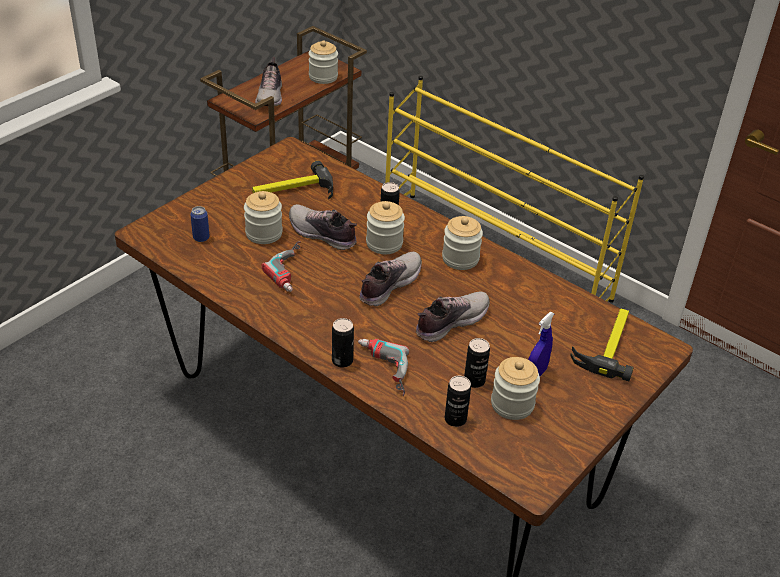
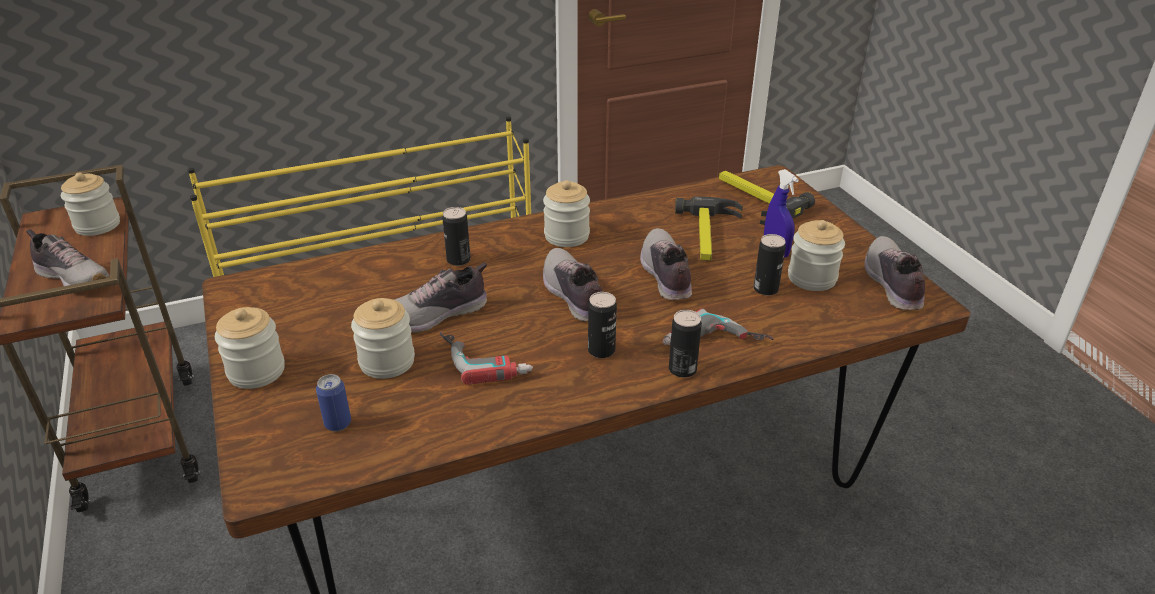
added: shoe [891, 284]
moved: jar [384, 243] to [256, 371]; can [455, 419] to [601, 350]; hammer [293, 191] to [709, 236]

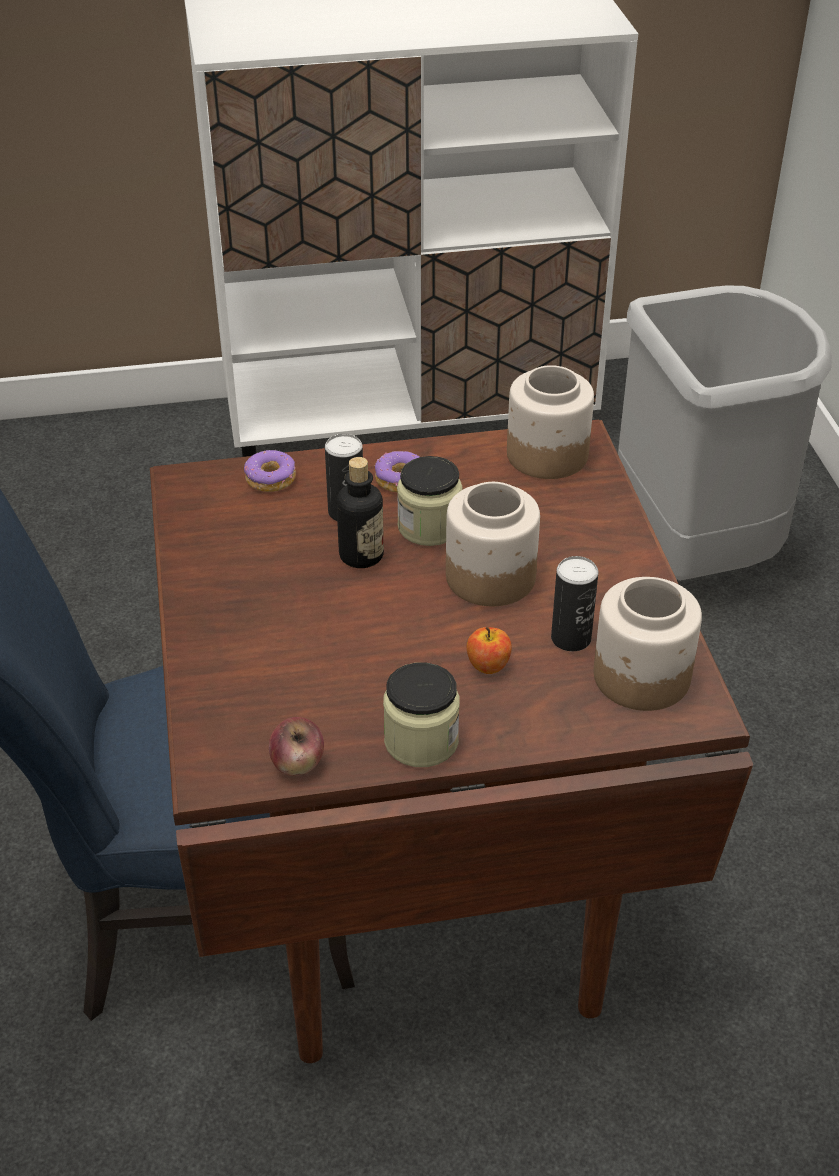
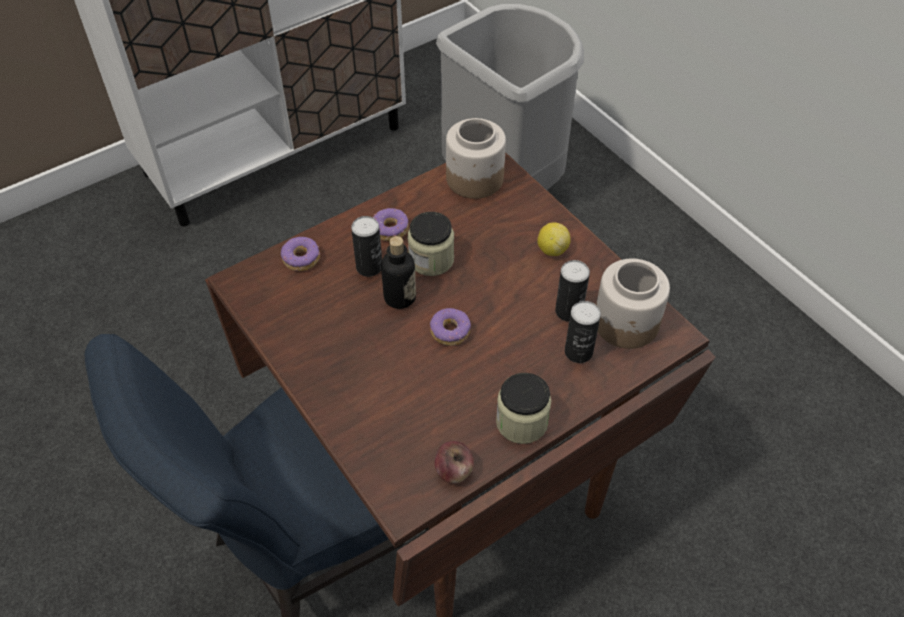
removed: jar [489, 577]; apple [488, 665]
added: donut [450, 331]; lemon [552, 249]; can [578, 352]

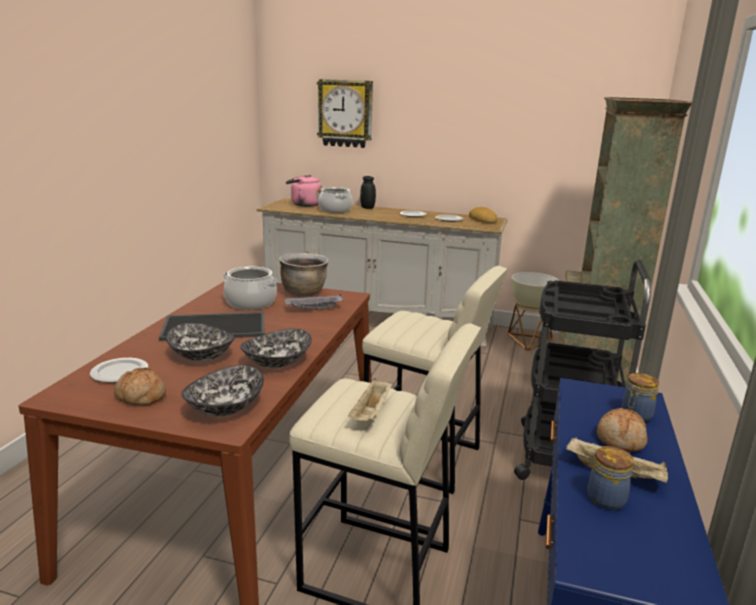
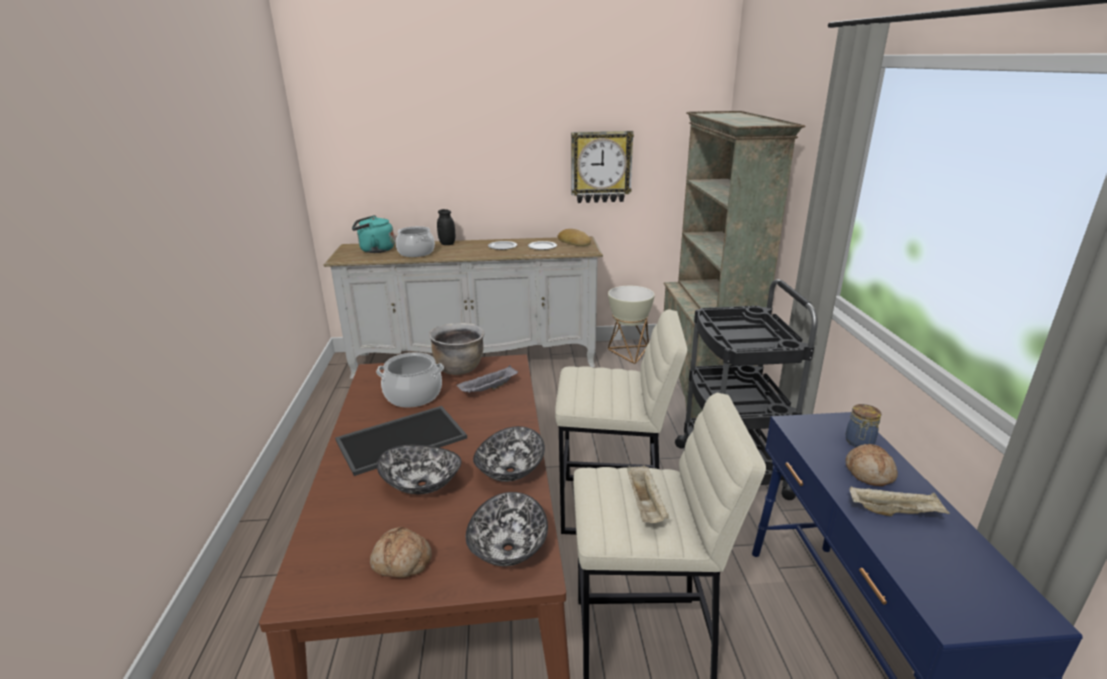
removed: plate [120, 372]; jar [606, 498]
moved: wall clock [345, 113] to [601, 167]
recoloured: pink kettle [304, 205] to turquoise kettle [375, 250]

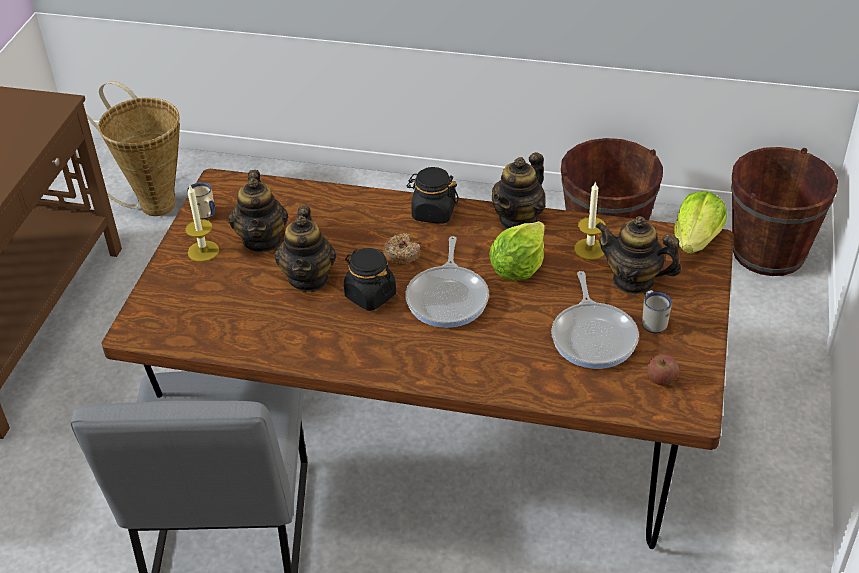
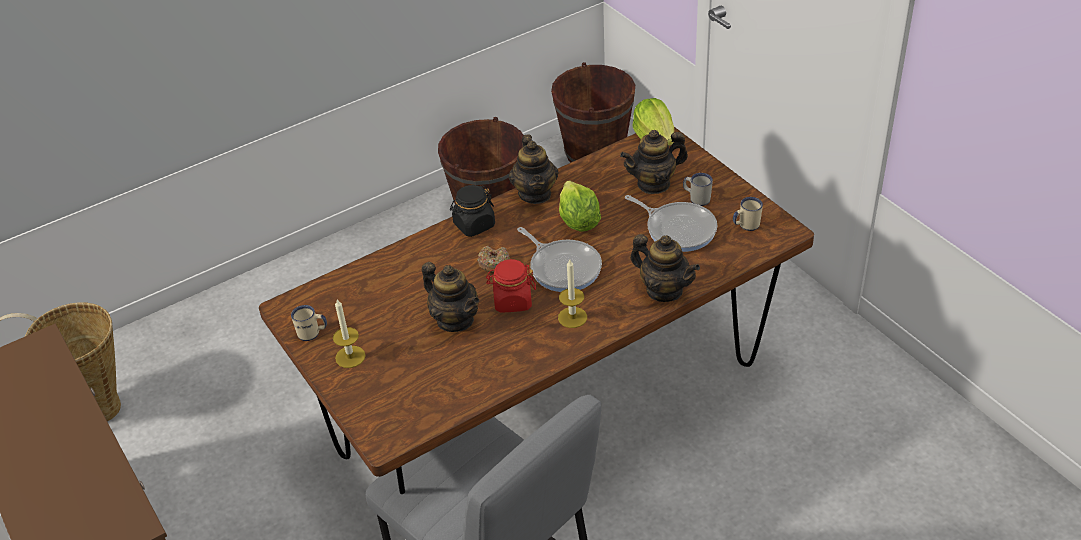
moved: candle [589, 249] to [572, 317]; teapot [262, 240] to [664, 290]
replaced: apple [661, 379] to beige mug [745, 225]
recoloured: black jar [370, 295] to red jar [512, 301]

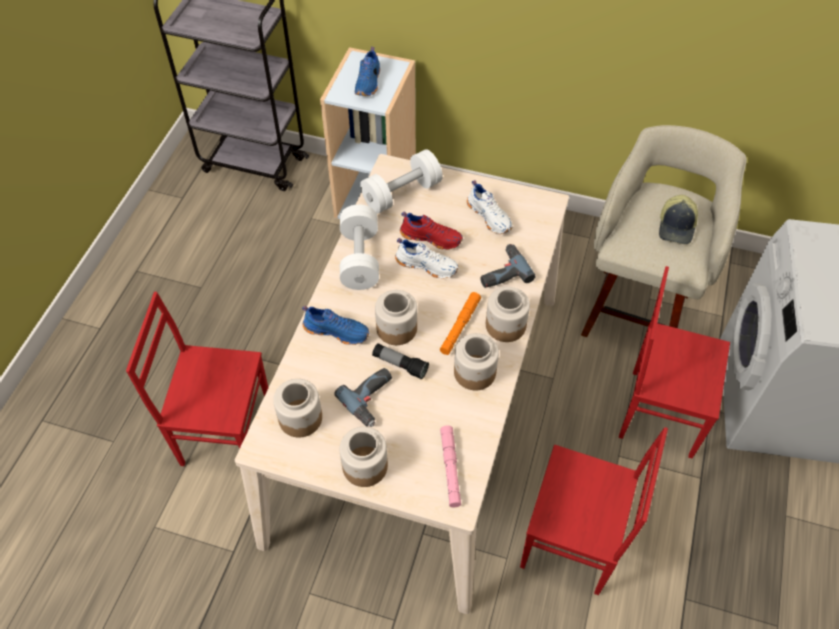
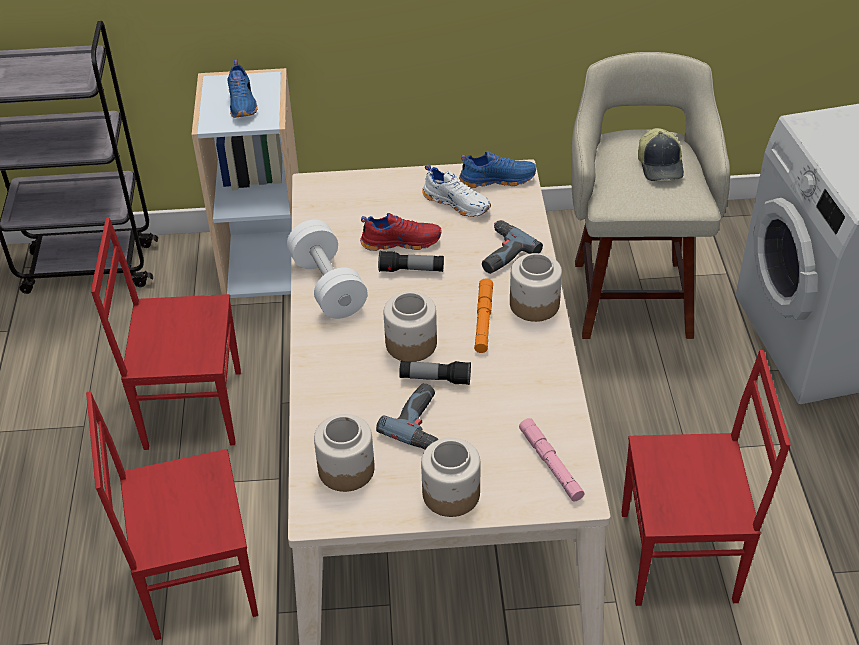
removed: white dumbbell [402, 193]; jar [474, 373]
moved: red chair [660, 411] to [191, 408]; blue shoe [337, 330] to [497, 179]
replaced: white shoe [427, 265] to flashlight [411, 270]

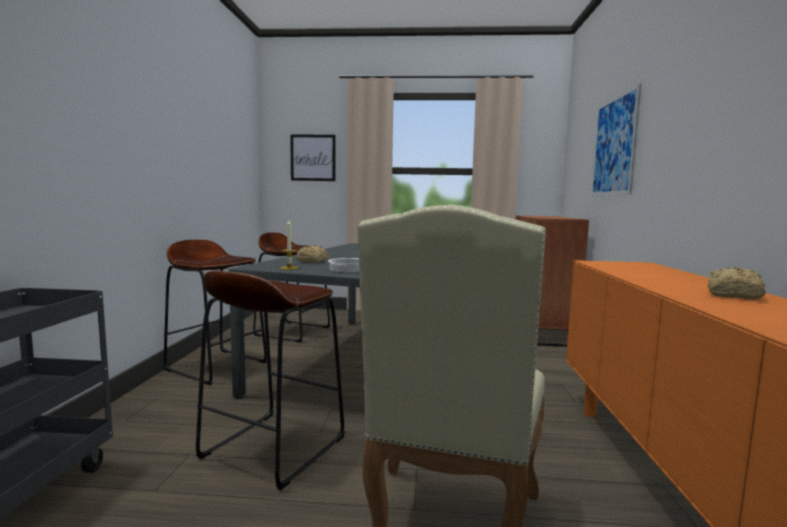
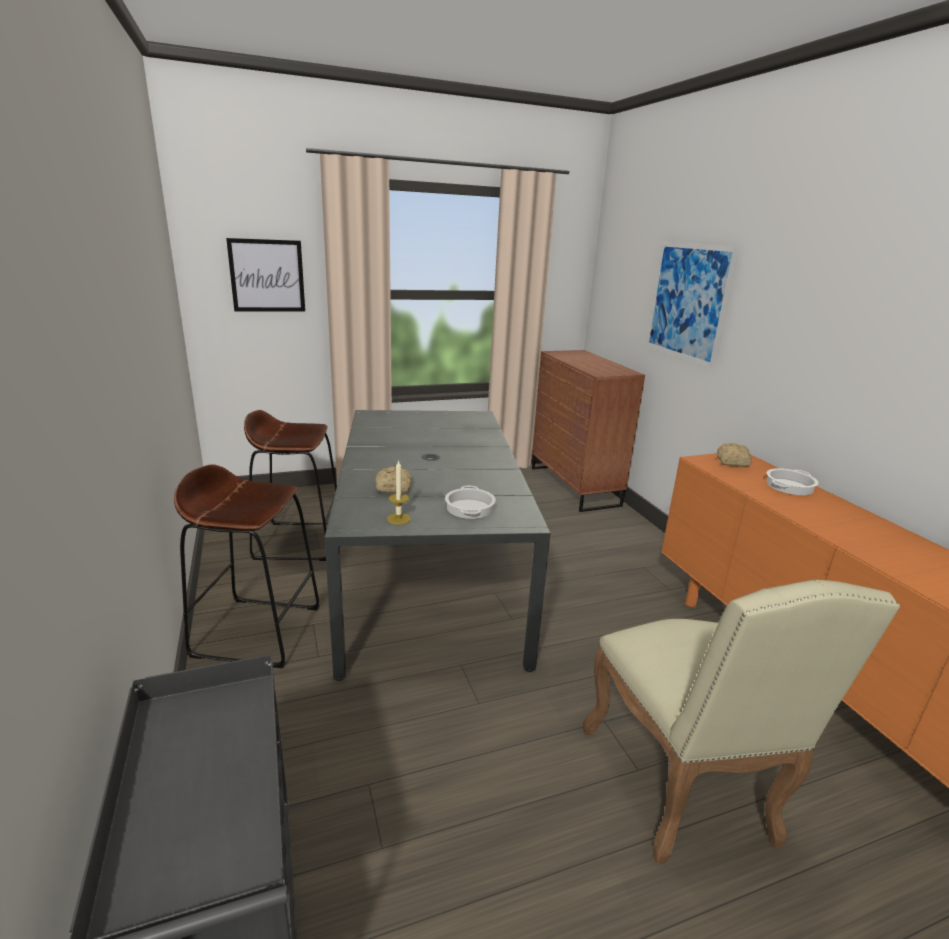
removed: brown stool [273, 447]
added: cooking pot [789, 486]
moved: bread [733, 296] to [732, 462]

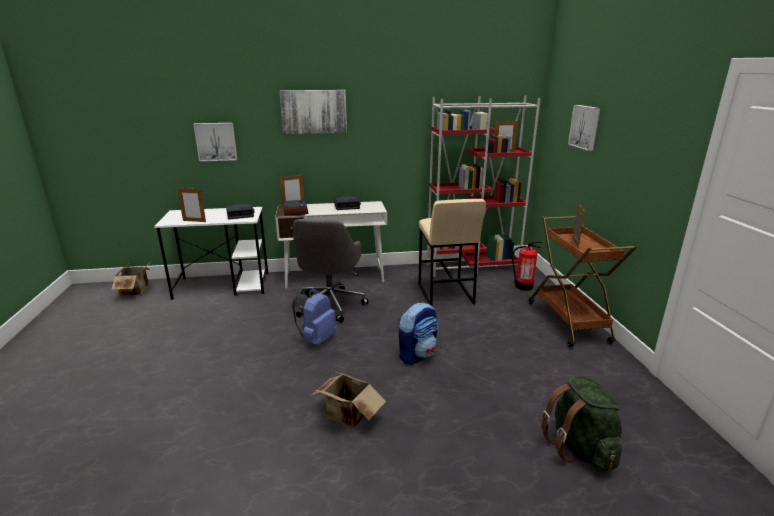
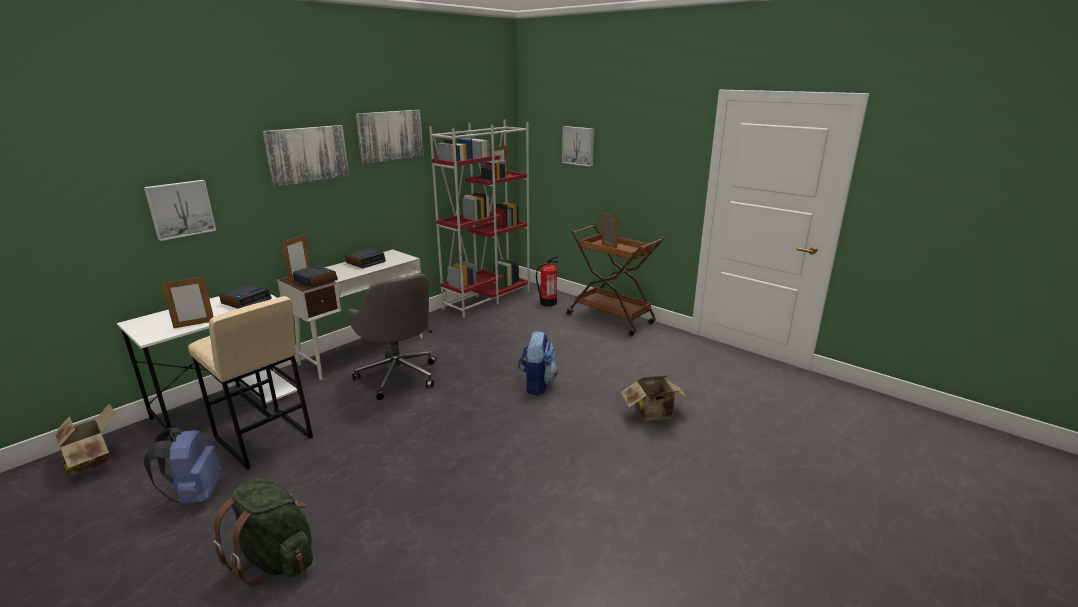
added: picture [390, 135]
moved: blue backpack [316, 339] to [195, 495]; beige stool [446, 295] to [264, 438]; green backpack [579, 448] to [276, 559]; cardboard box [347, 417] to [655, 415]

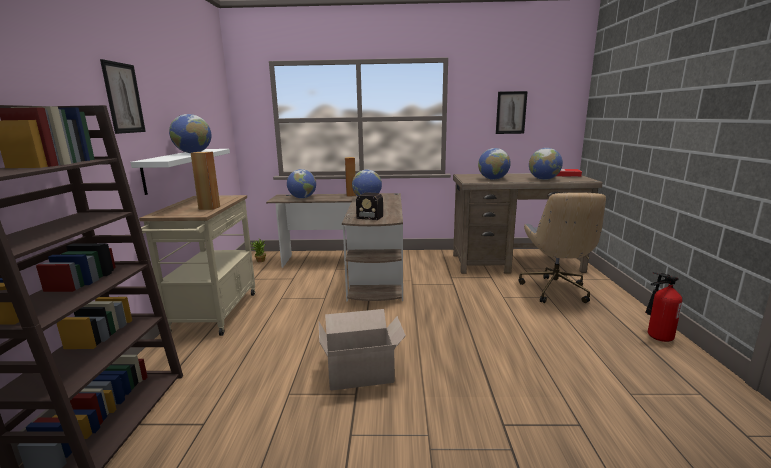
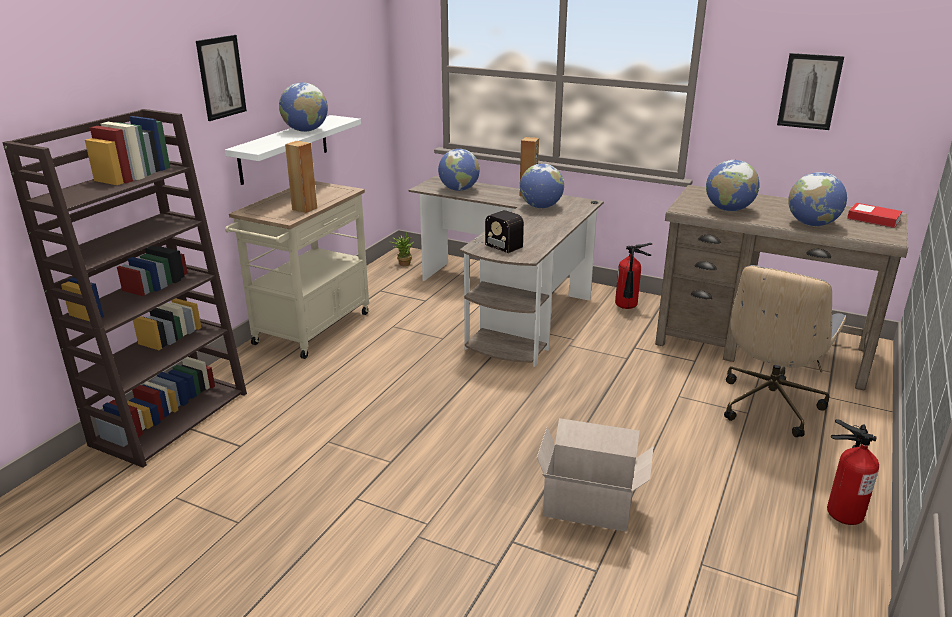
added: fire extinguisher [627, 308]
moved: cardboard box [362, 373] to [591, 506]

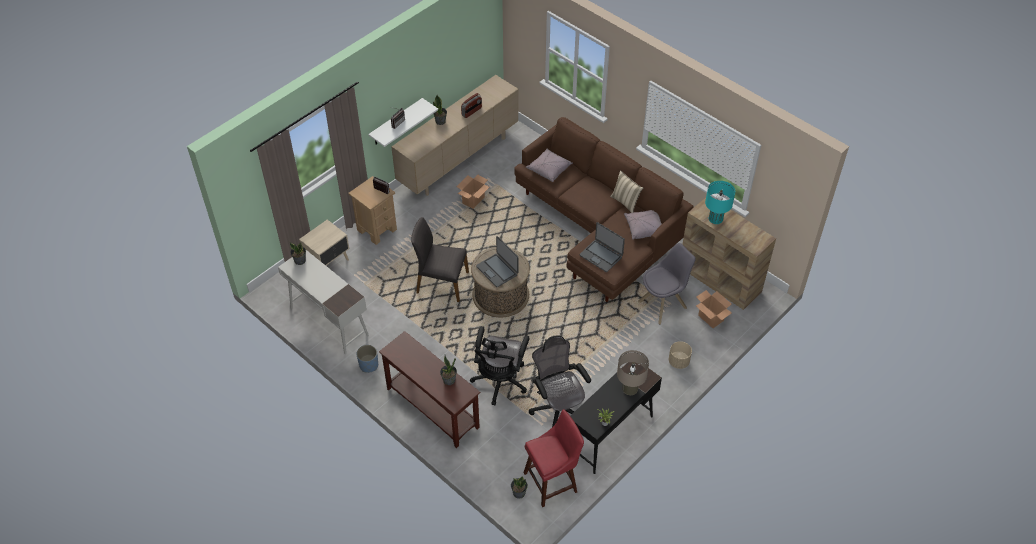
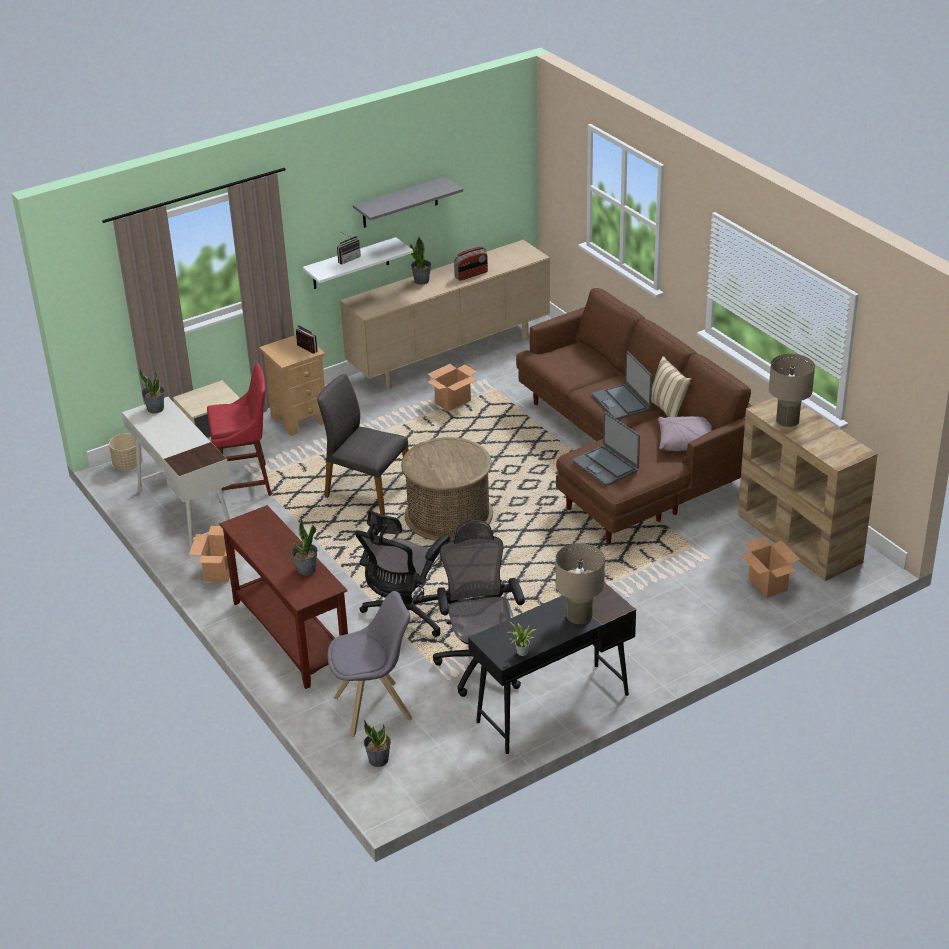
removed: purple pillow [549, 169]
added: grey shelf [400, 203]
moved: beige planter [679, 361] to [128, 465]; red chair [553, 481] to [247, 482]; grey chair [663, 305] to [373, 708]; laptop [497, 270] to [621, 403]
replaced: blue planter [369, 365] to cardboard box [219, 572]
recoloured: turquoise table lamp [715, 218] to beige table lamp [787, 420]

